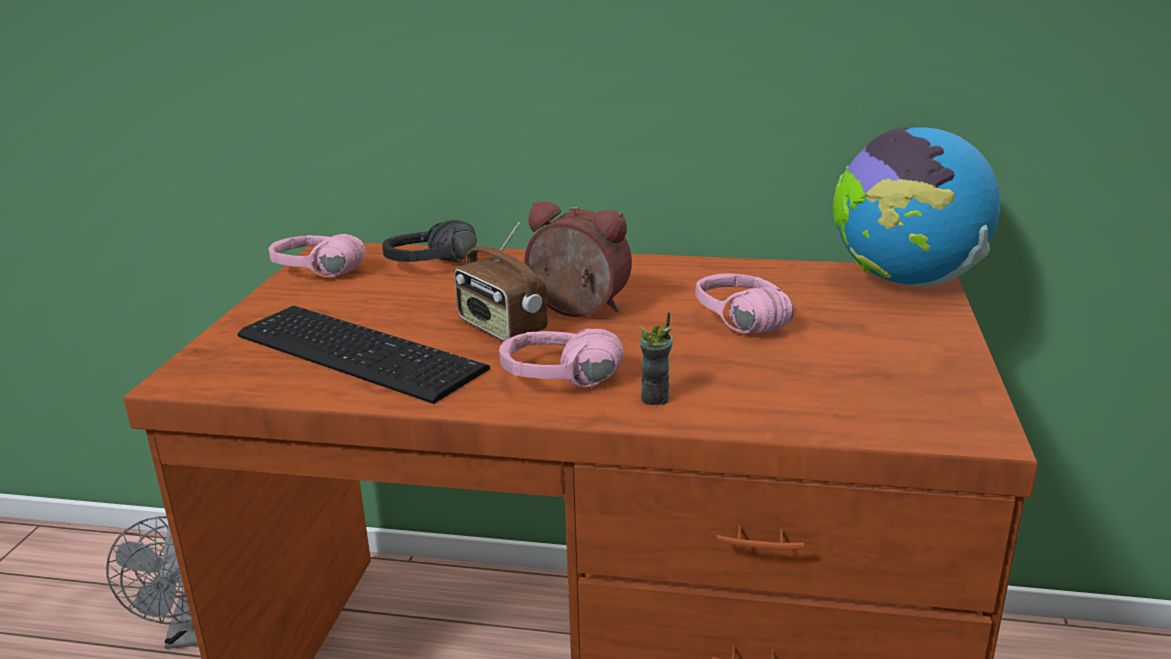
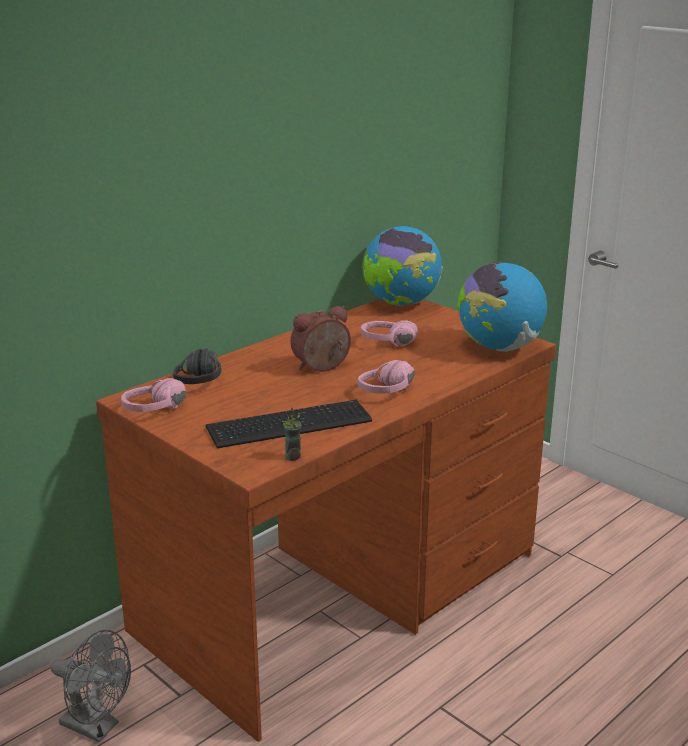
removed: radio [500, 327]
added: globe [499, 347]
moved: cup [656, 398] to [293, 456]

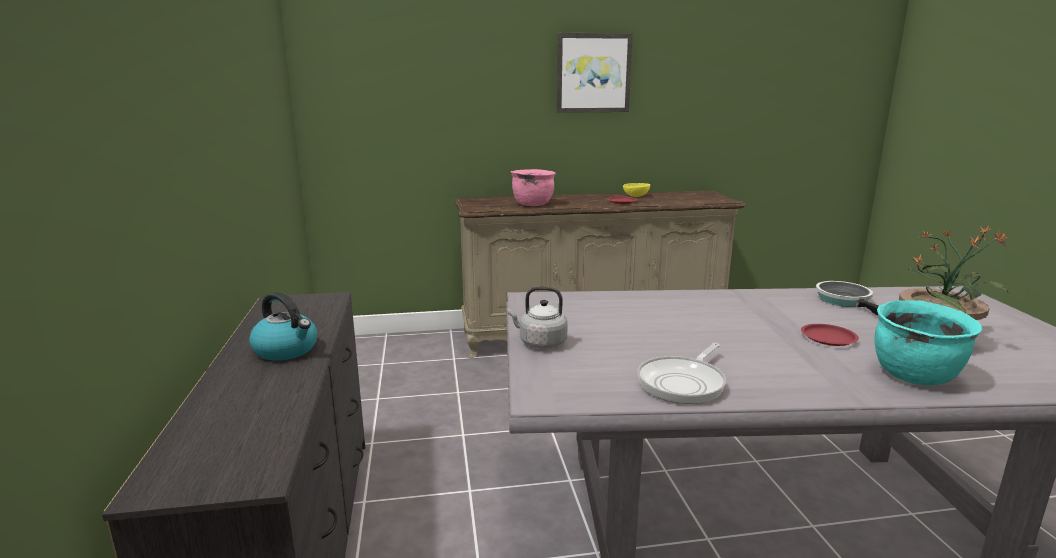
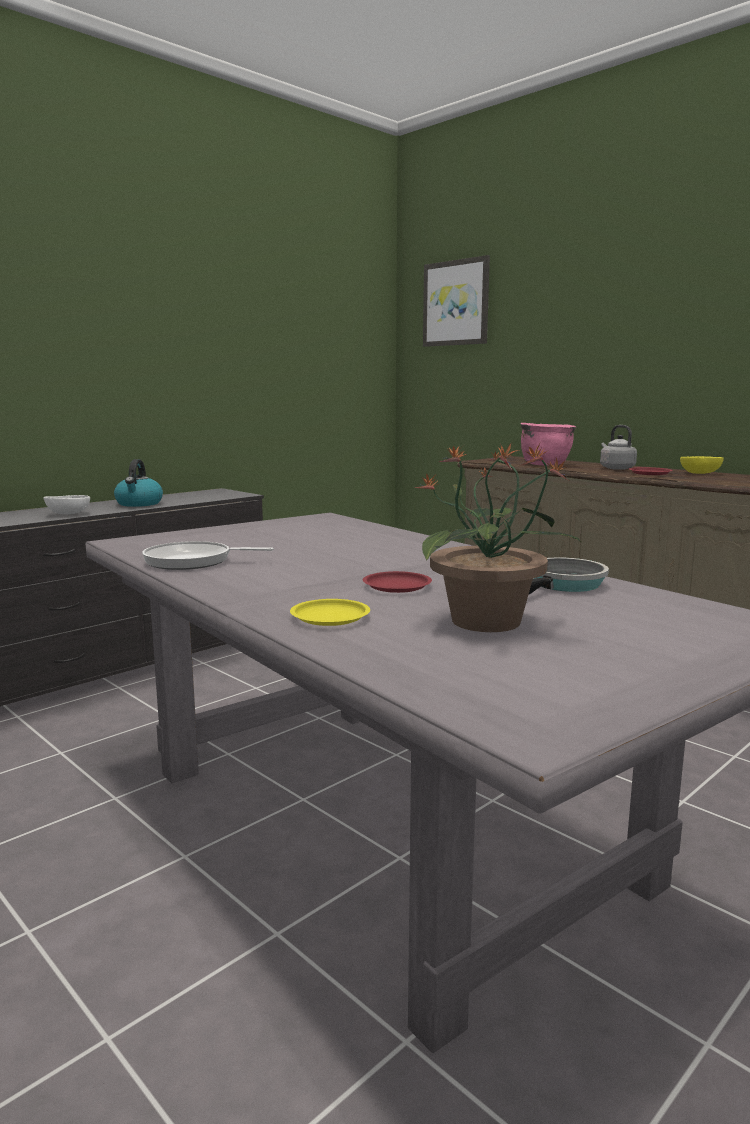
added: white bowl [68, 513]
moved: picture [593, 73] to [456, 303]; grey kettle [540, 343] to [616, 468]
replaced: turquoise cooking pot [915, 376] to yellow plate [330, 617]

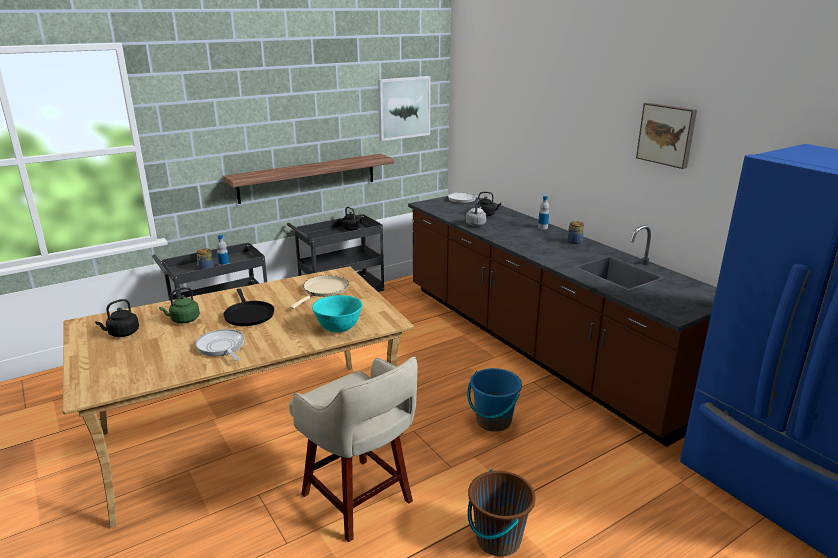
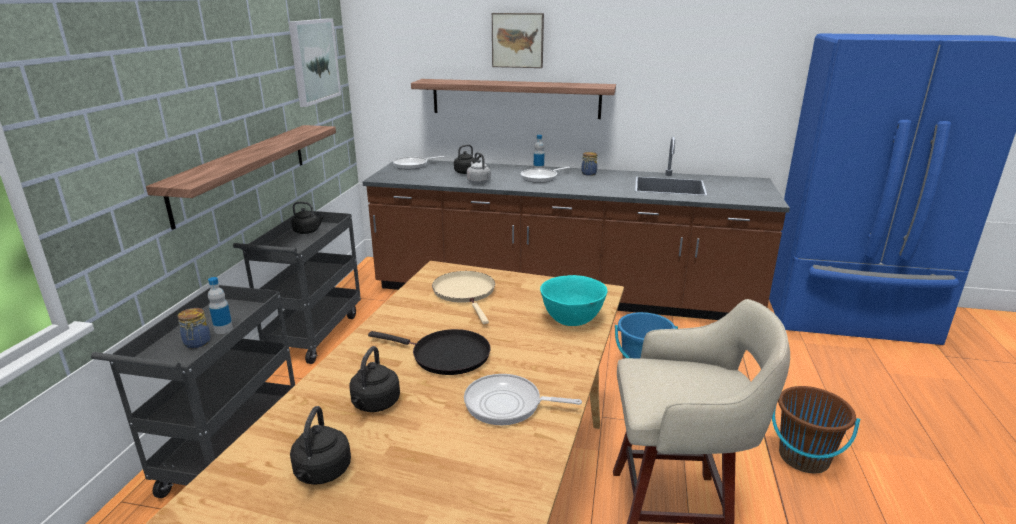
added: shelf [515, 98]; frying pan [541, 178]
moved: picture [667, 134] to [518, 40]
recoloured: green kettle [184, 320] to black kettle [375, 404]

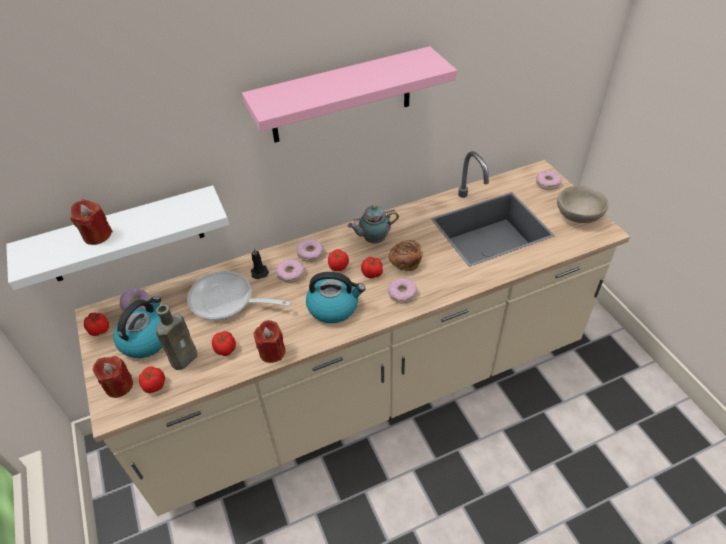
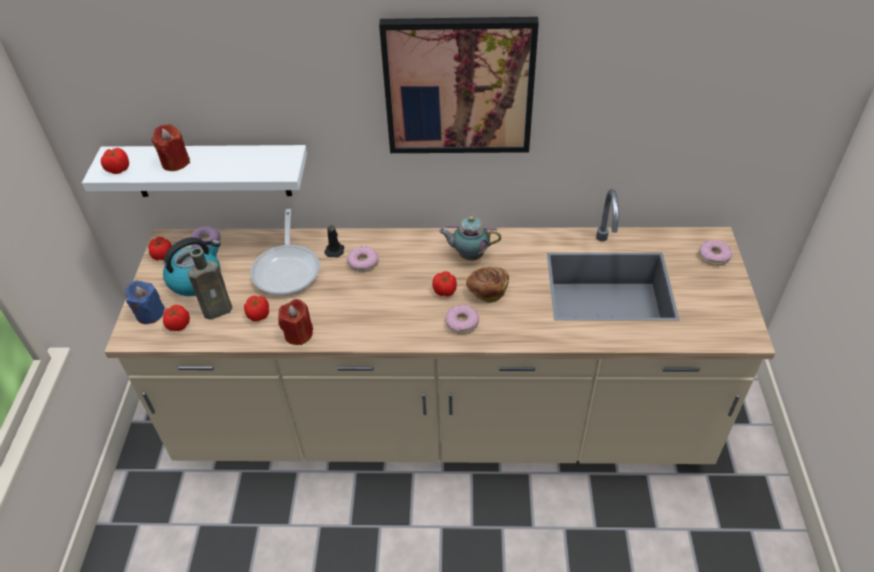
removed: donut [310, 253]; kettle [334, 307]; beige bowl [578, 215]
moved: tomato [338, 266] to [118, 169]
replaced: pink shelf [341, 96] to picture [459, 86]
recoloured: red candle [119, 386] to blue candle [150, 314]
turned: frying pan [227, 301] = [287, 269] 135 degrees counterclockwise

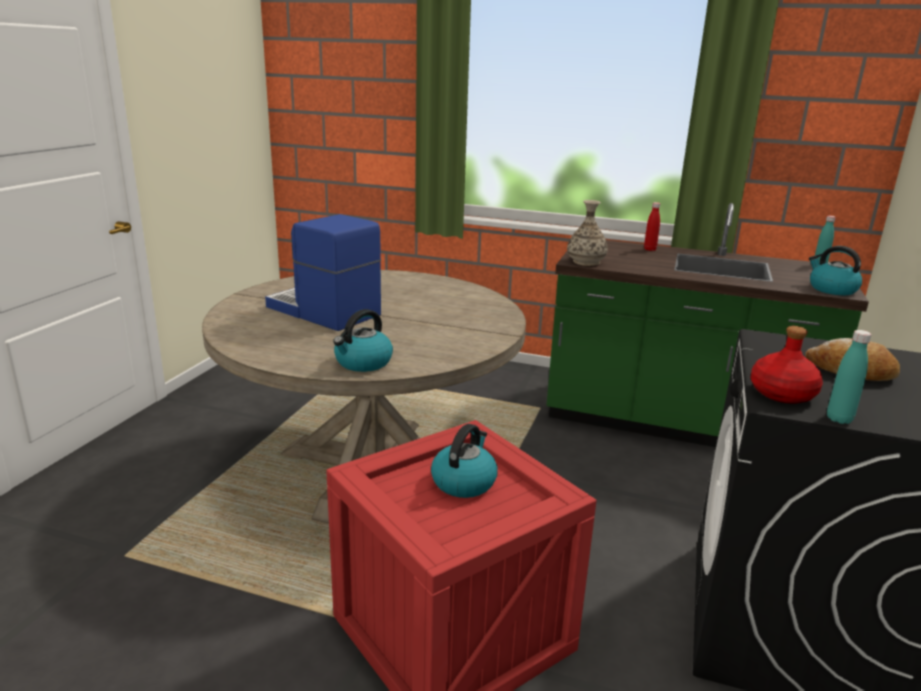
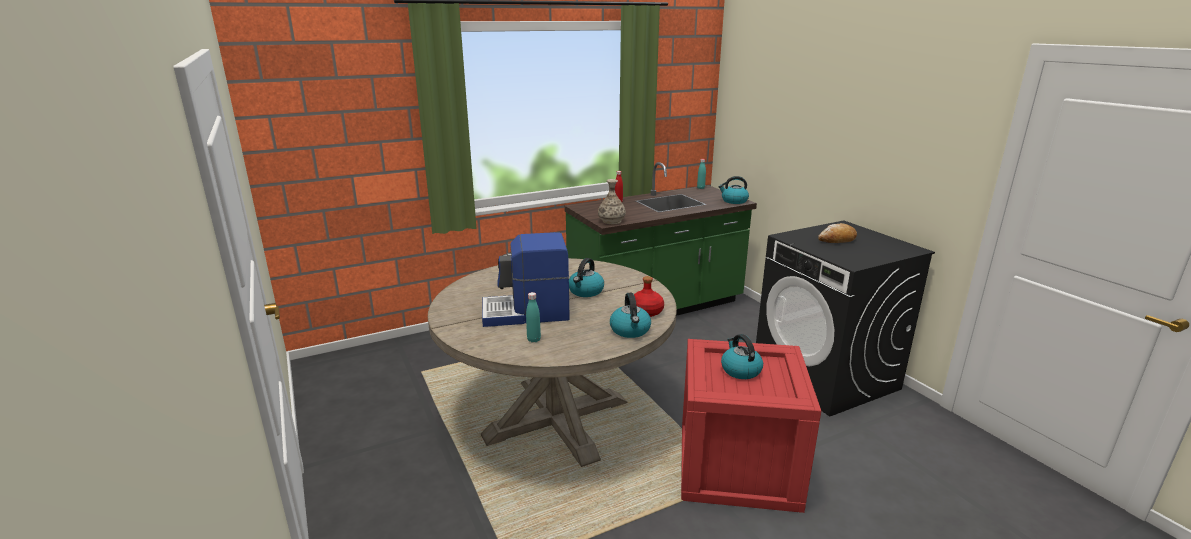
added: kettle [586, 291]
moved: turquoise bottle [839, 419] to [534, 339]; red bottle [781, 394] to [646, 312]

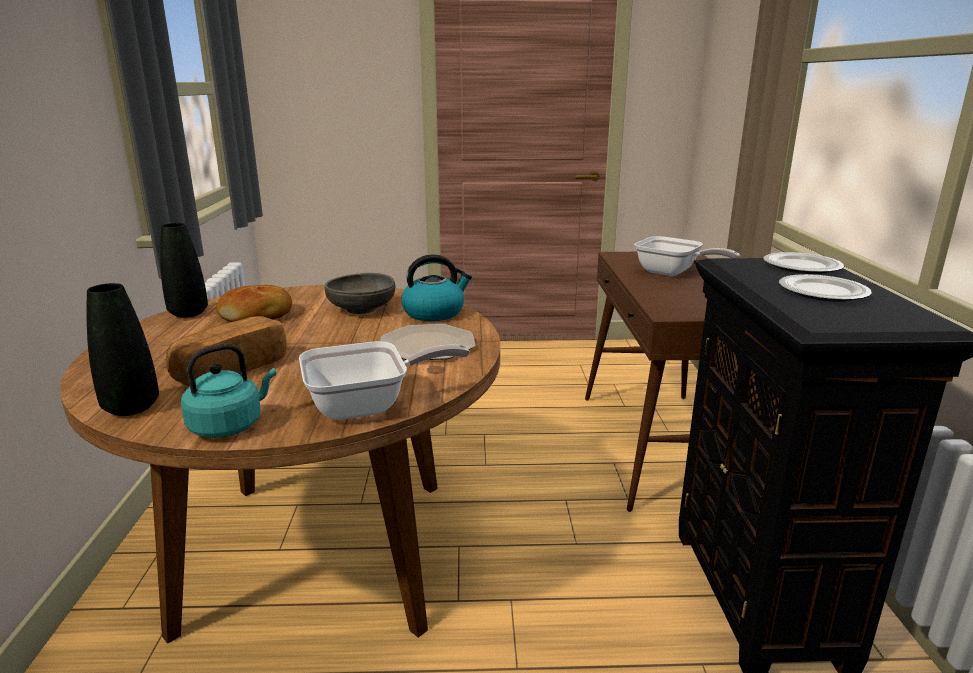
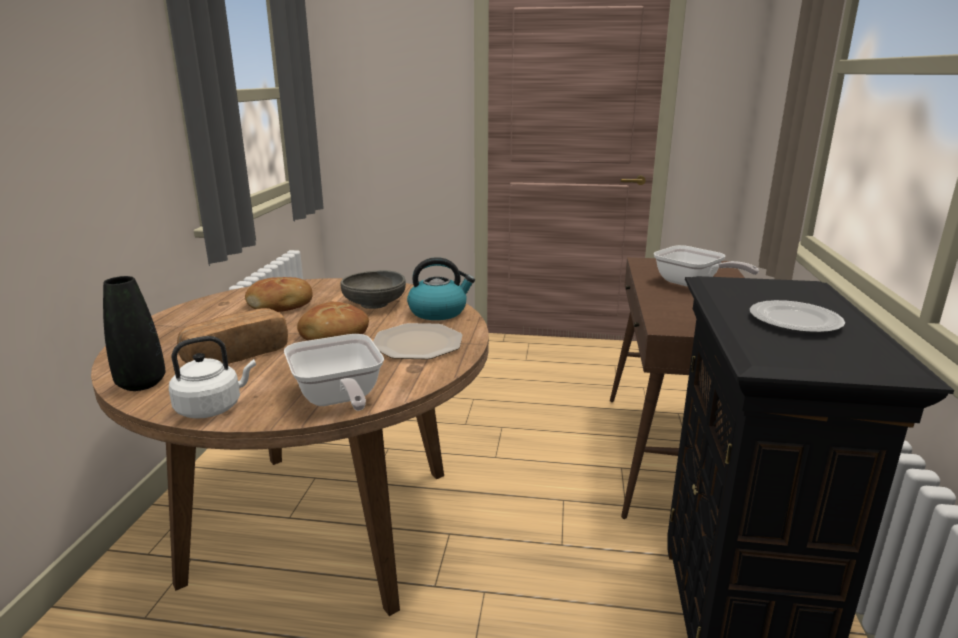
removed: black vase [188, 313]; plate [802, 267]
added: bread [333, 335]
recoloured: turquoise kettle [230, 426] to white kettle [212, 408]
turned: frying pan [369, 406] = [338, 400] 75 degrees clockwise

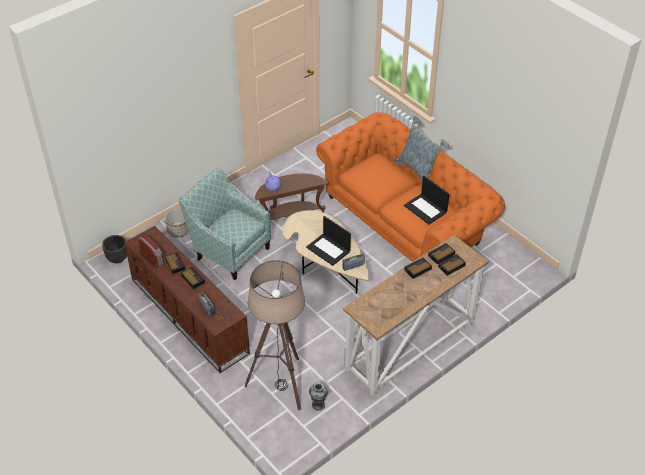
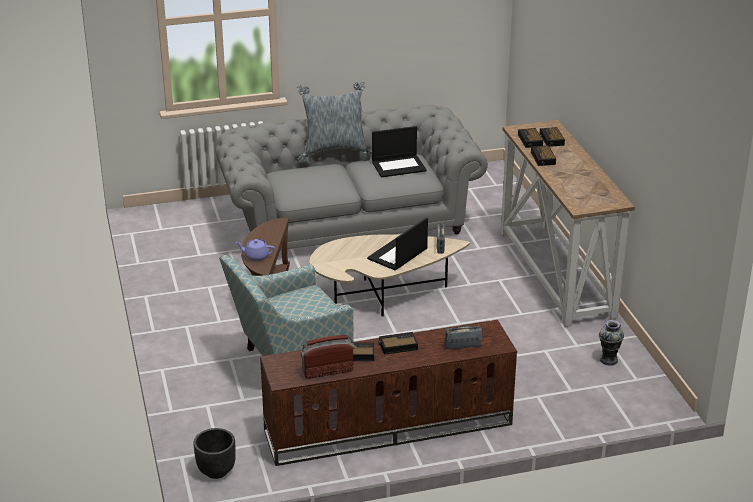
removed: planter [178, 230]; floor lamp [280, 384]
recoloured: orange sofa [407, 217] to grey sofa [348, 219]
turned: laptop [329, 249] = [397, 255] 150 degrees clockwise

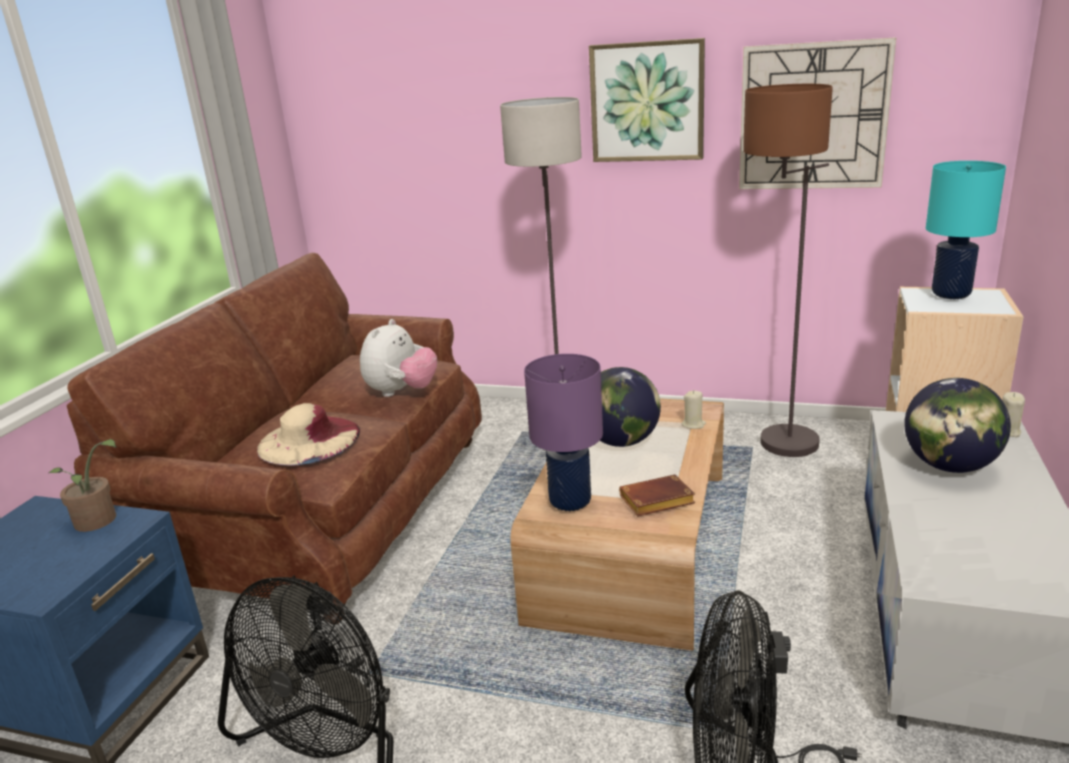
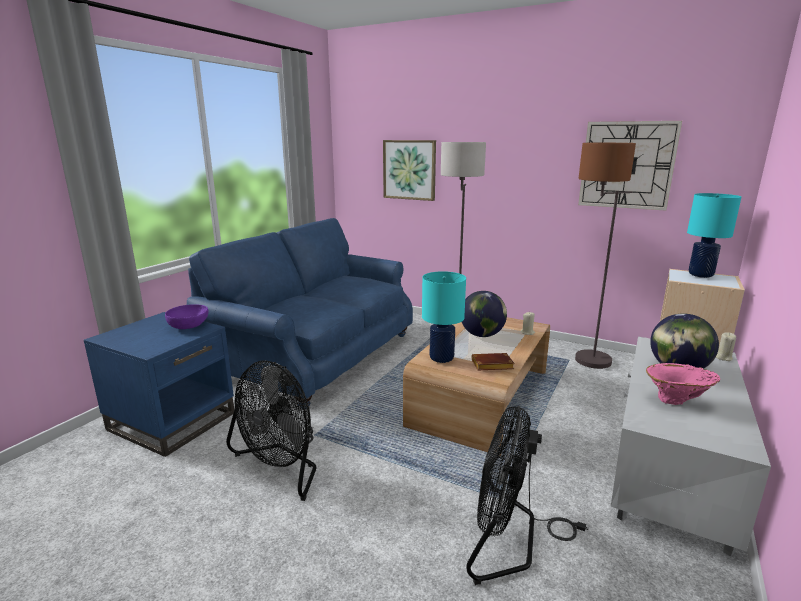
removed: beige hat [309, 440]; plush toy [401, 392]
added: pink vase [677, 401]
moved: picture [647, 102] to [409, 170]
replaced: potted plant [98, 522] to purple bowl [189, 326]
recoloured: brown sofa [329, 510] to blue sofa [318, 356]; purple table lamp [570, 504] to turquoise table lamp [441, 360]

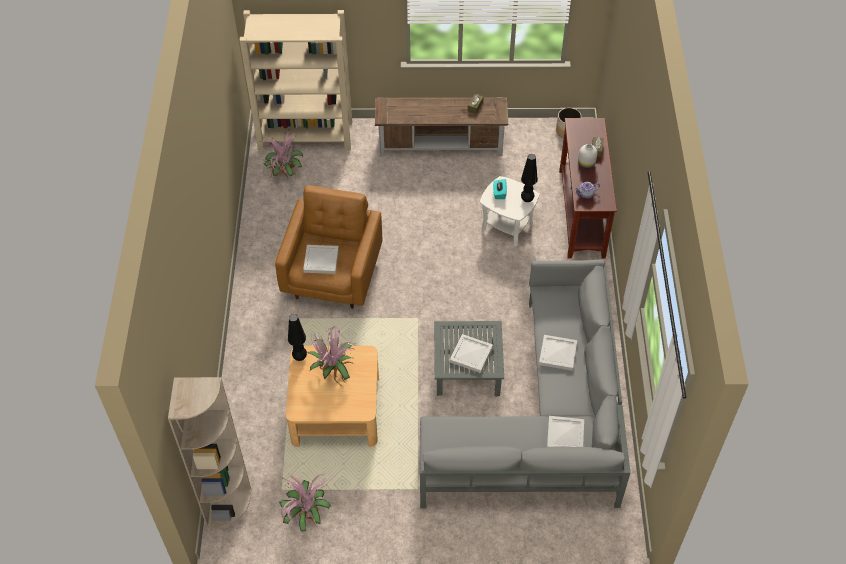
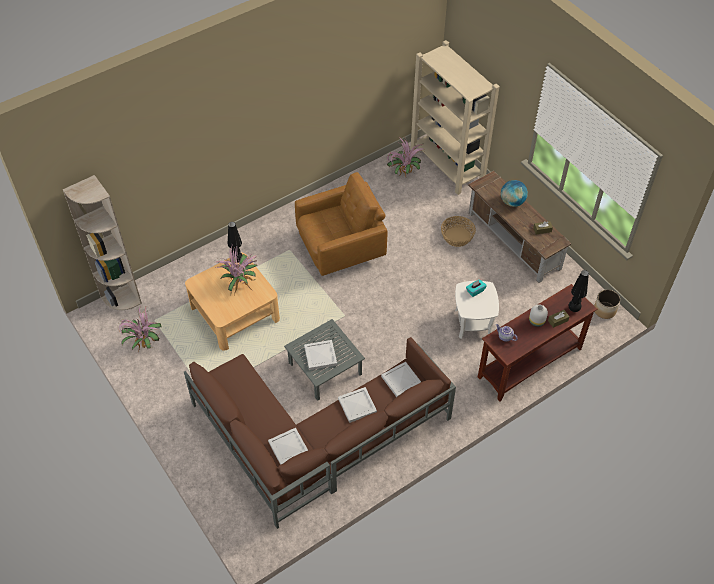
added: basket [457, 237]; globe [512, 202]
moved: white tray [321, 261] to [401, 381]; black table lamp [527, 199] to [573, 309]
recoloured: grey sofa [530, 413] to brown sofa [316, 427]

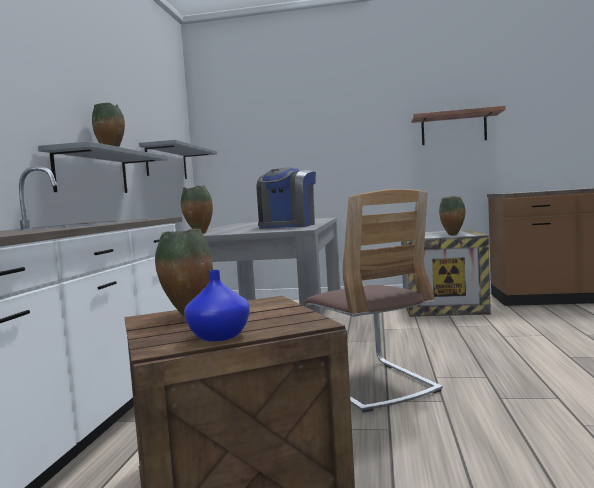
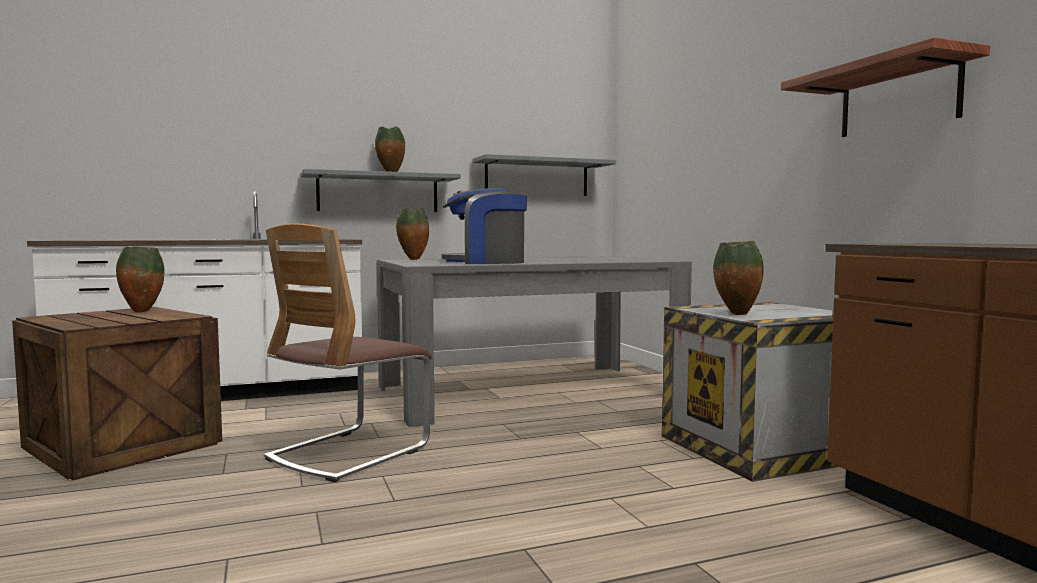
removed: blue vase [218, 336]

